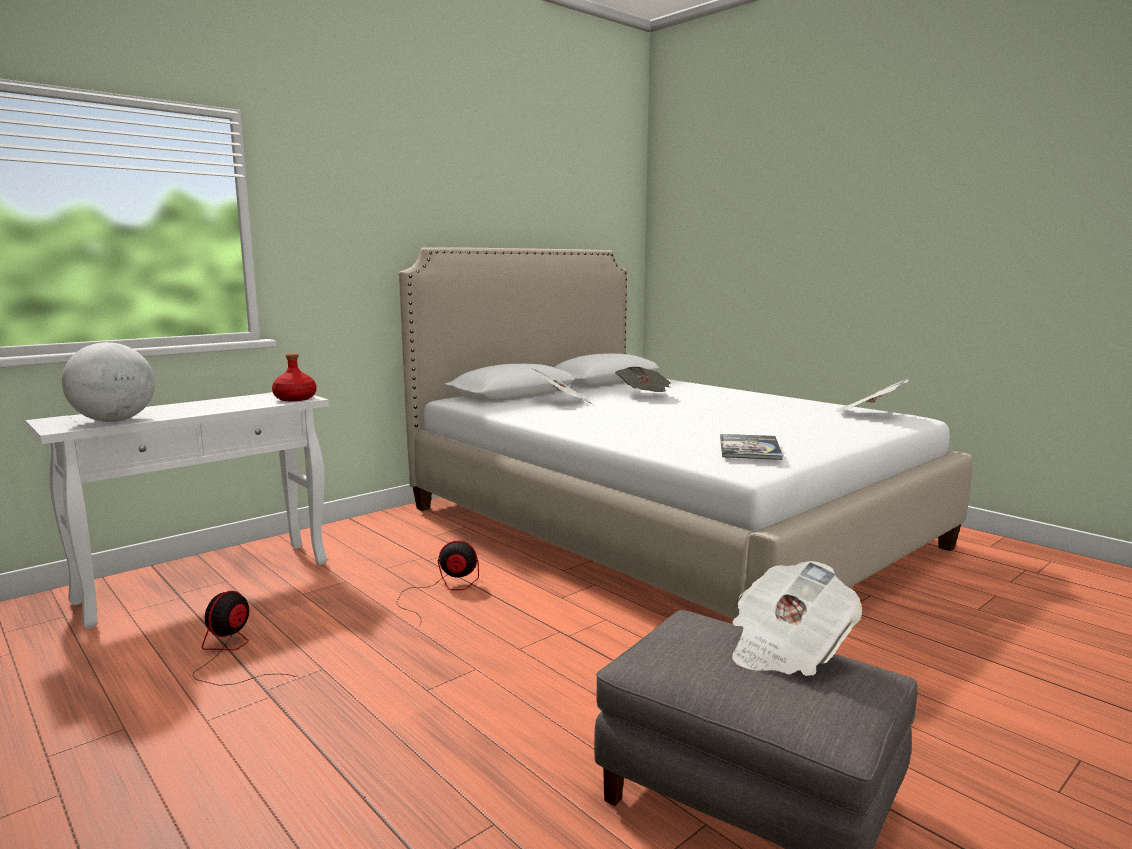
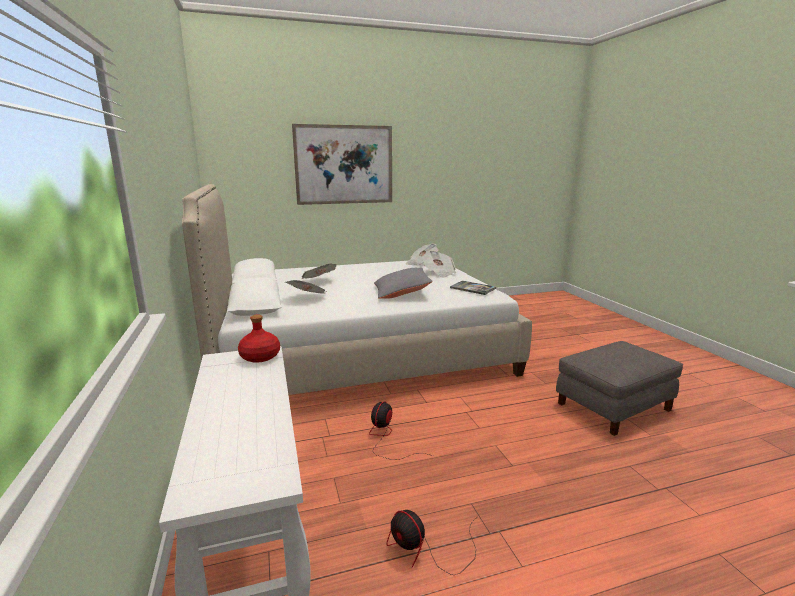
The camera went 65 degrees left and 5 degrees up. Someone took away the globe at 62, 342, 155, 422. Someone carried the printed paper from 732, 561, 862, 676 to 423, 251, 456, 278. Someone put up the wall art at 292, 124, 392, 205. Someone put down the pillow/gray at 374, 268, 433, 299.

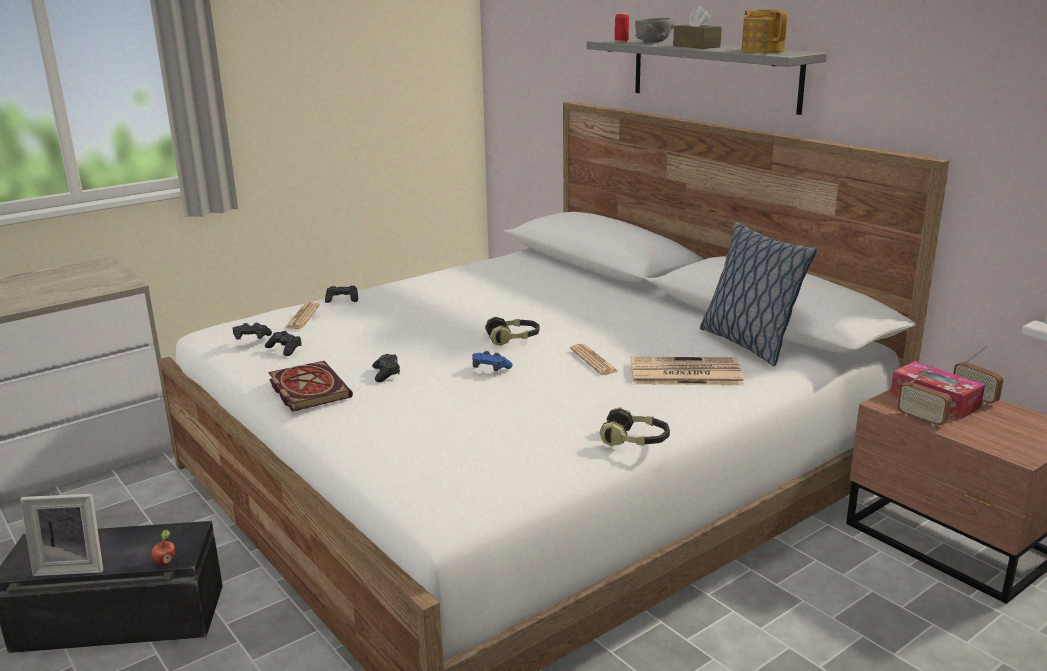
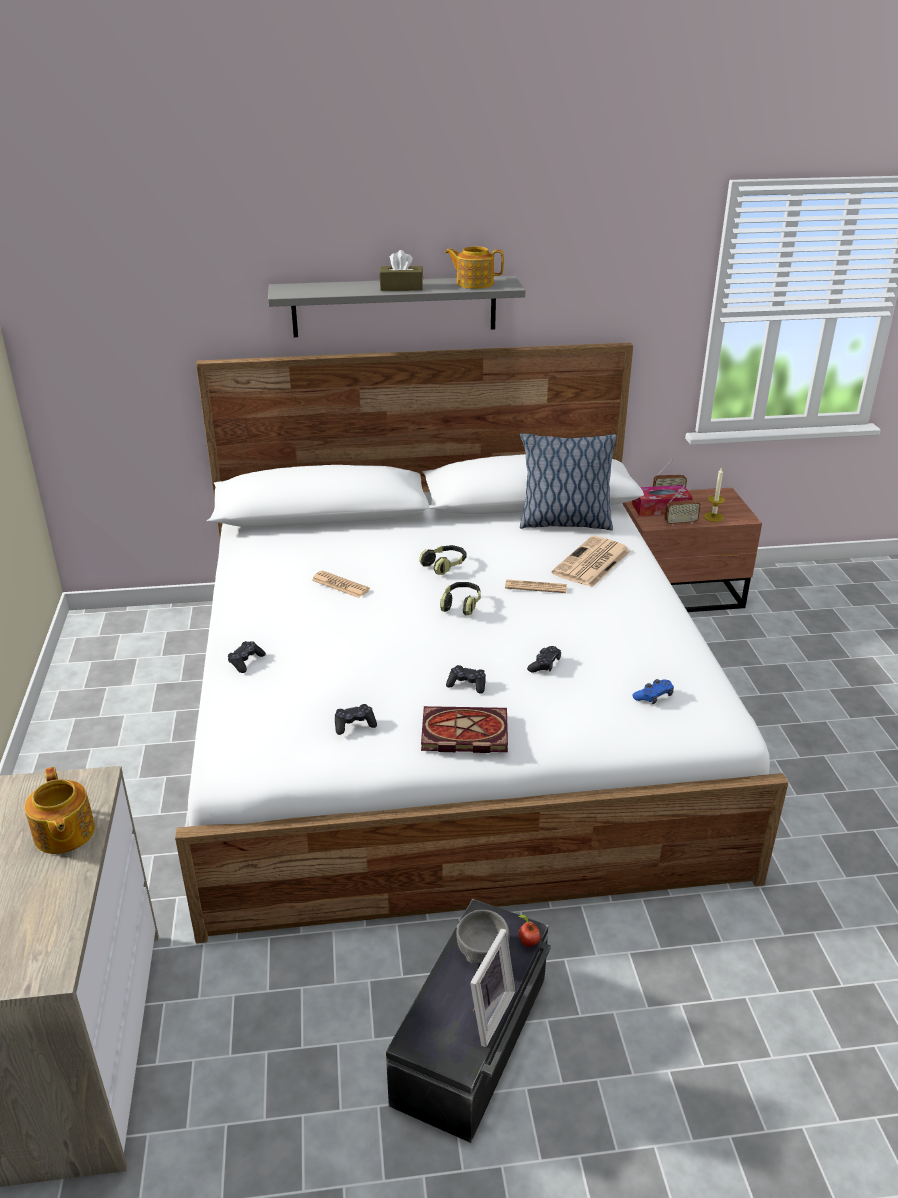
The camera went 60 degrees left and 10 degrees up. Someone carried the game controller/black from 232, 323, 272, 339 to 527, 646, 561, 673. Someone carried the printed paper from 285, 302, 320, 329 to 312, 571, 370, 598. Someone carried the game controller/blue from 472, 351, 513, 371 to 632, 679, 674, 704. Someone carried the headset from 599, 407, 670, 446 to 419, 545, 467, 575. Someone took away the sealed can at 615, 13, 629, 42. Someone carried the deep dish/gray from 635, 18, 674, 43 to 456, 910, 510, 964. Someone put down the pot for tea at 24, 767, 95, 854. Someone put down the wax candle at 703, 467, 725, 522.

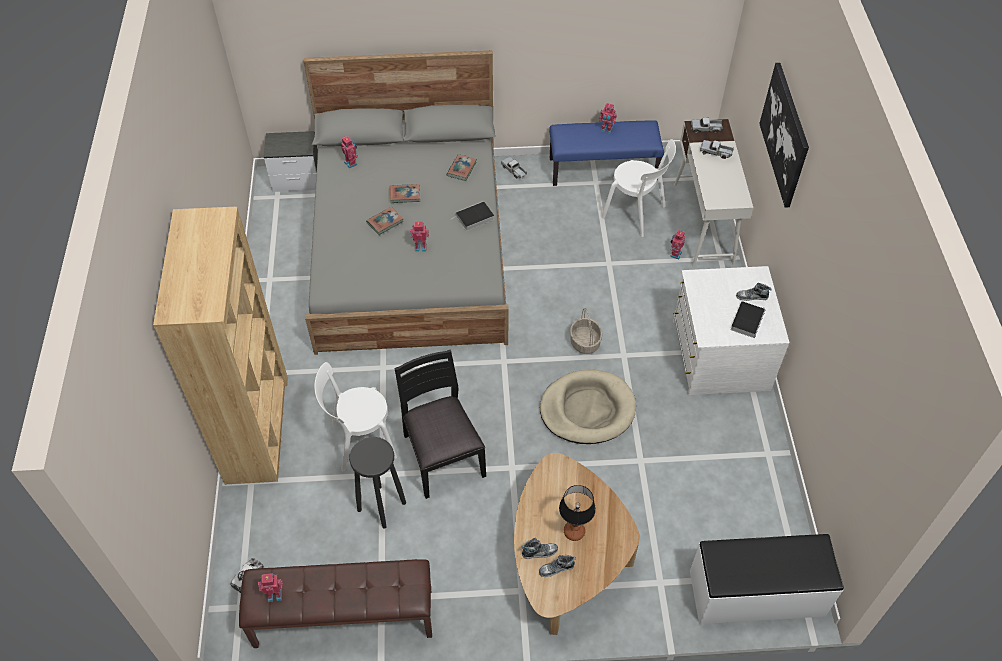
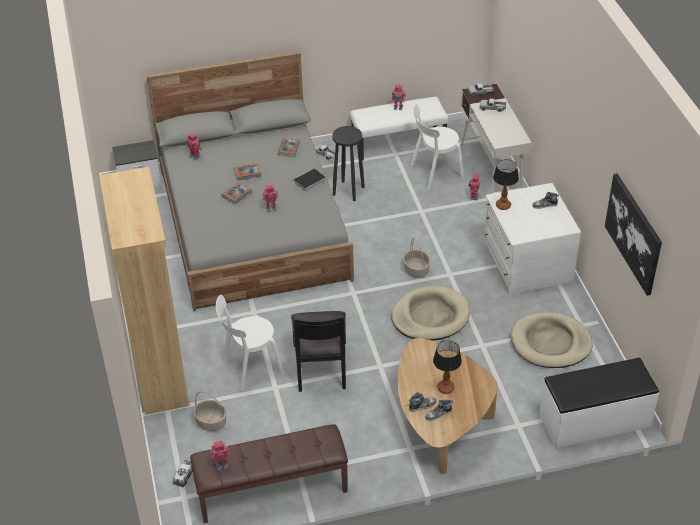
The camera went 10 degrees left and 10 degrees down. Someone carried the sitting stool/black from 349, 437, 406, 529 to 332, 126, 365, 201. Someone rotated the chair/black at 395, 350, 486, 499 by 150 degrees counterclockwise. Someone repainted the long seat/blue at 549, 120, 664, 186, which became the long seat/whitish at 350, 97, 449, 161. Someone rotated the chair/whitish at 601, 139, 676, 237 by 135 degrees clockwise. Someone took away the bound book at 731, 301, 766, 338. Someone carried the wall art from 759, 63, 809, 207 to 605, 173, 662, 296. Someone put down the basket at 193, 391, 227, 431. Someone put down the table lamp at 493, 159, 519, 210. Someone put down the dog cushion/beige at 511, 312, 592, 368.

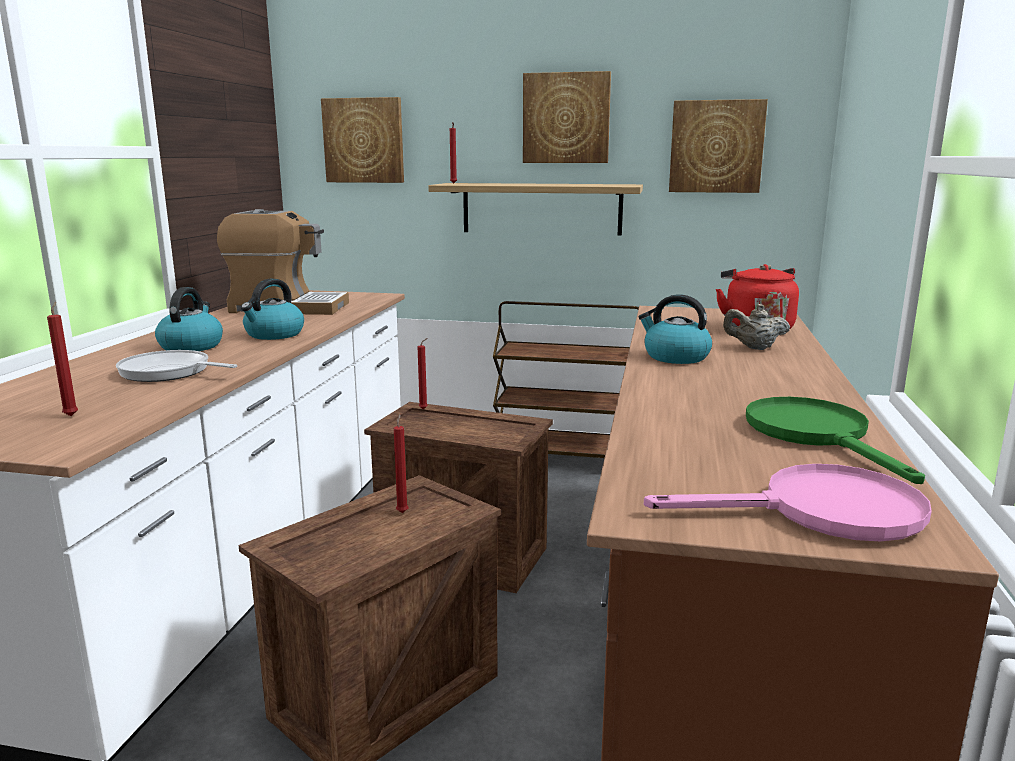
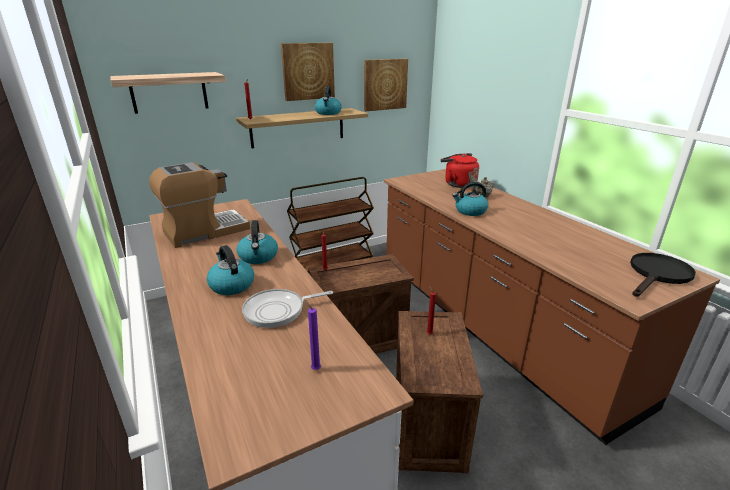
The camera went 40 degrees left and 10 degrees up. Someone repainted the wax candle/reddish at 47, 302, 78, 416, which became the wax candle/purplish at 305, 300, 321, 370. Someone swapped the wall art at 321, 97, 404, 183 for the wall shelf at 110, 72, 226, 114. Someone repainted the pan/pinkish at 644, 464, 932, 541, which became the pan/black at 630, 253, 696, 297. Someone took away the pan/green-coloured at 746, 397, 925, 484. Someone put down the water kettle at 315, 86, 342, 115.

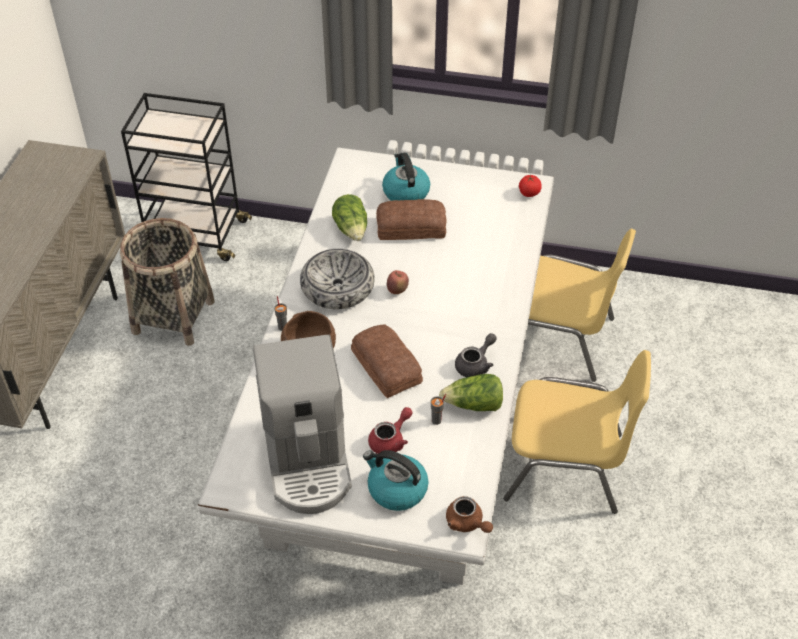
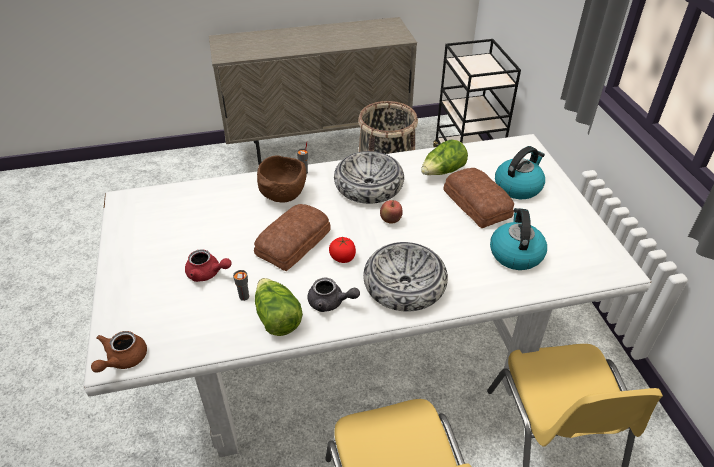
The camera went 65 degrees right and 5 degrees down. Someone took away the coffee brewer at 253, 334, 352, 514. Someone carried the water kettle from 363, 450, 429, 511 to 490, 208, 547, 270. Someone carried the whole tomato from 519, 175, 542, 197 to 329, 236, 356, 263. Someone put down the deep dish at 363, 242, 448, 312.

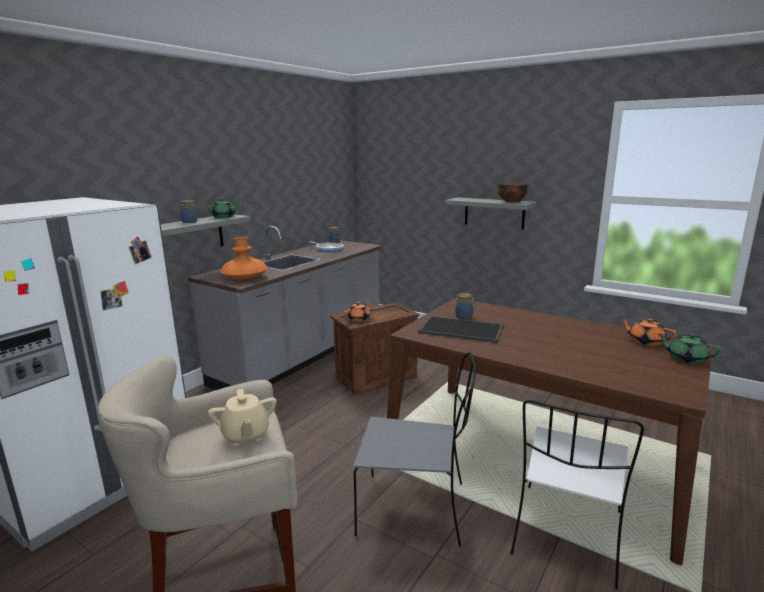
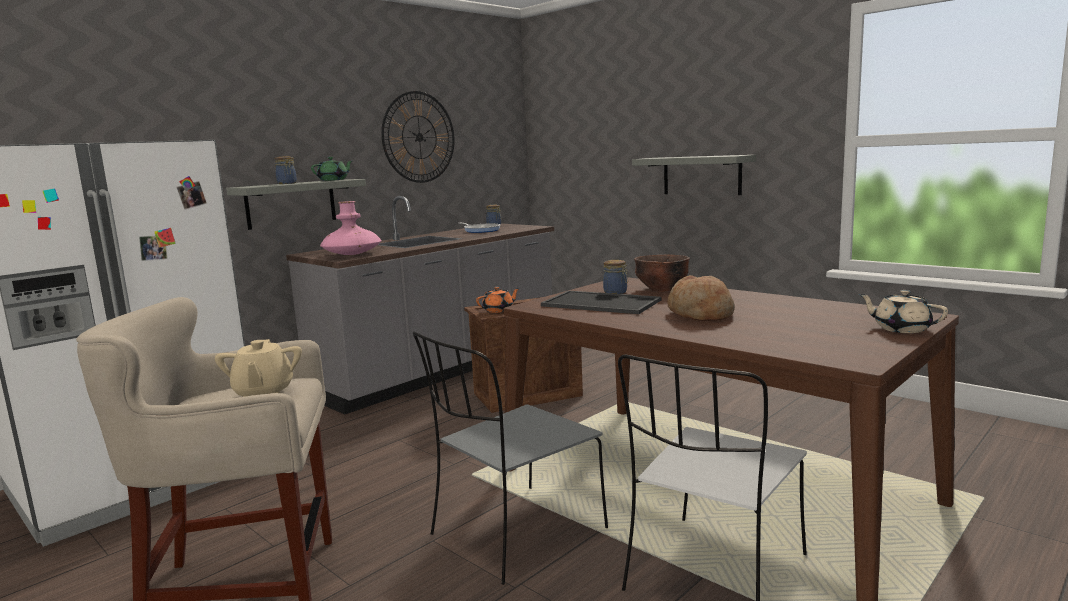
The camera went 10 degrees right and 5 degrees down. Someone repainted the flower vase/orangey at 220, 237, 268, 279, which became the flower vase/pinkish at 320, 201, 382, 255. Someone rotated the chair/gray at 354, 352, 476, 546 by 120 degrees clockwise. Someone carried the deep dish/brown-coloured from 497, 183, 529, 202 to 634, 254, 690, 291. Someone took away the pot for tea/orangey at 620, 318, 677, 346. Someone repainted the pot for tea/green-coloured at 658, 333, 722, 364, which became the pot for tea/beige at 859, 290, 948, 333. Someone put up the clock on the wall at 381, 91, 455, 183. Someone put down the bread at 667, 275, 735, 321.

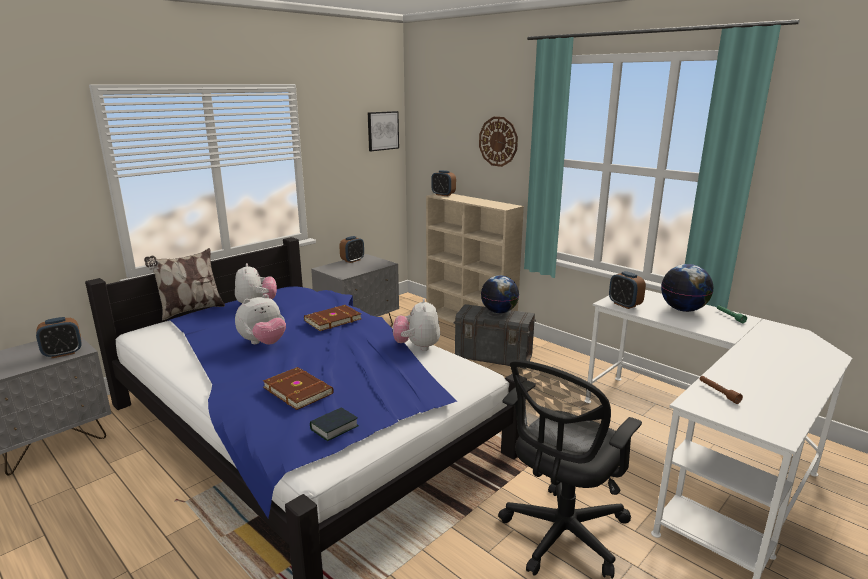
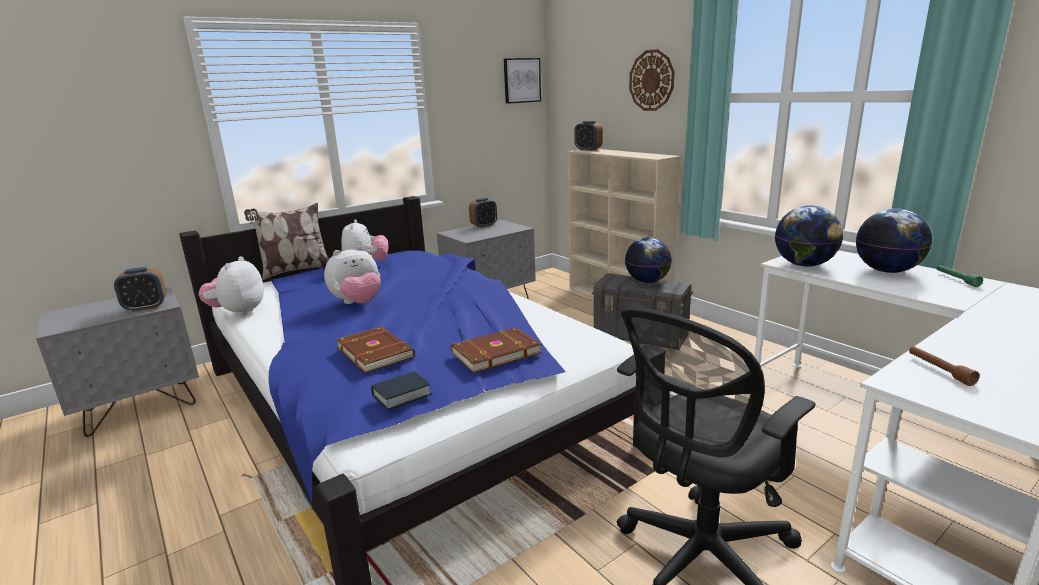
The camera went 10 degrees right and 0 degrees up. Someone carried the bound book/brown-coloured from 304, 305, 362, 331 to 451, 327, 542, 373. Someone carried the plush toy from 393, 298, 440, 351 to 198, 256, 264, 317. Someone swapped the table clock at 609, 271, 646, 309 for the globe at 775, 205, 843, 267.

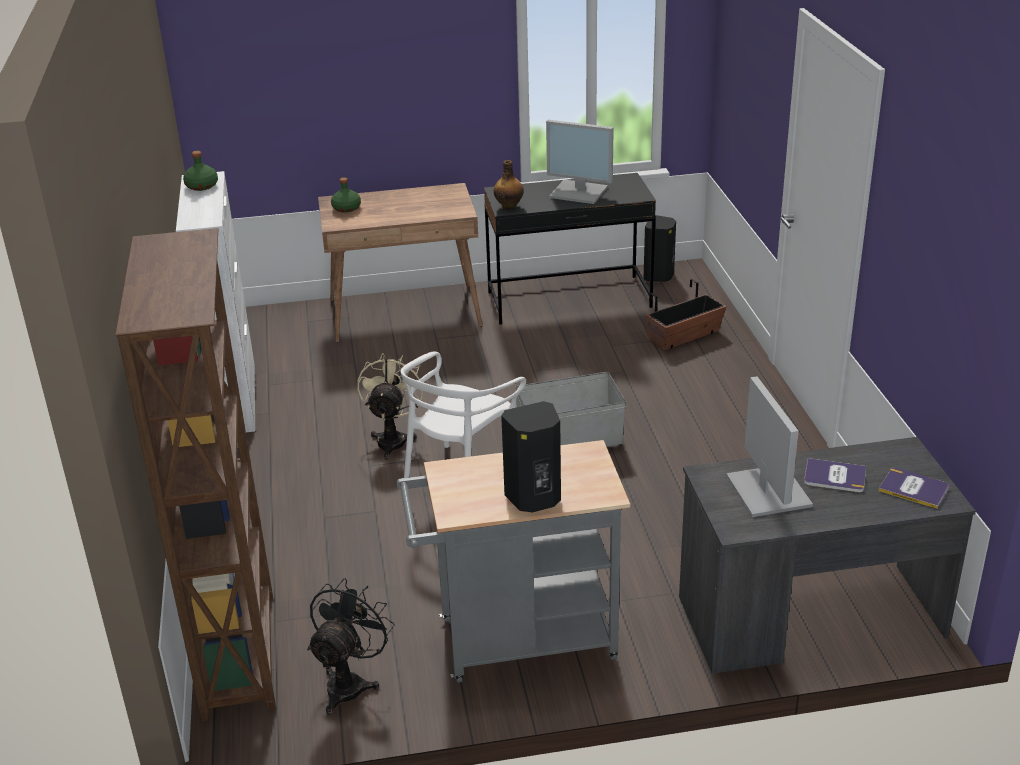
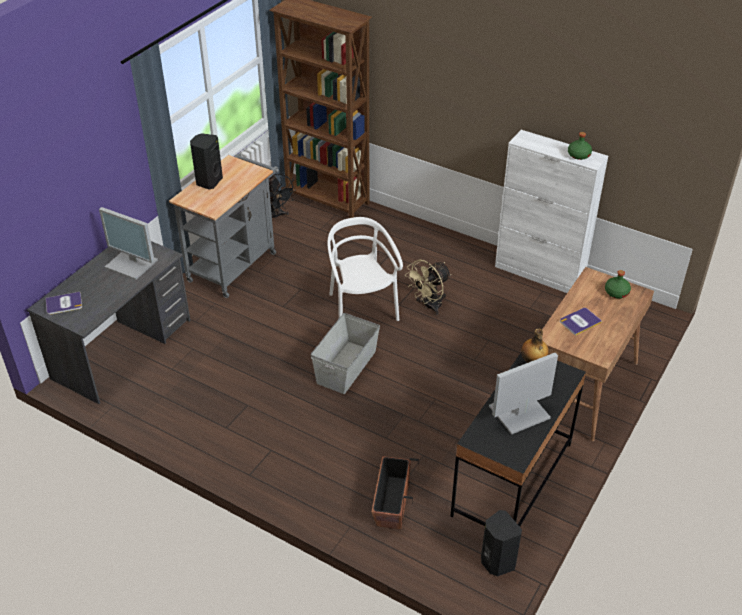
The camera went 130 degrees right and 10 degrees up. Someone rotated the fan/beige at 357, 353, 423, 459 by 90 degrees clockwise. Someone carried the bound book from 804, 458, 866, 492 to 560, 308, 602, 336.

